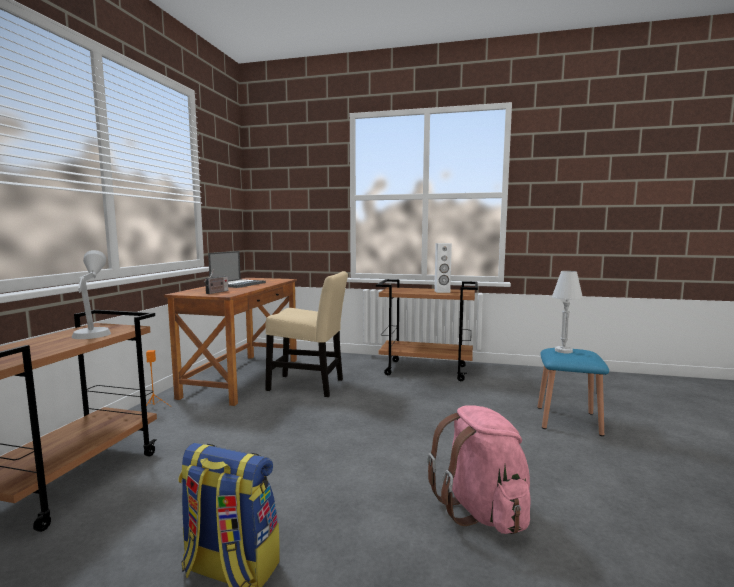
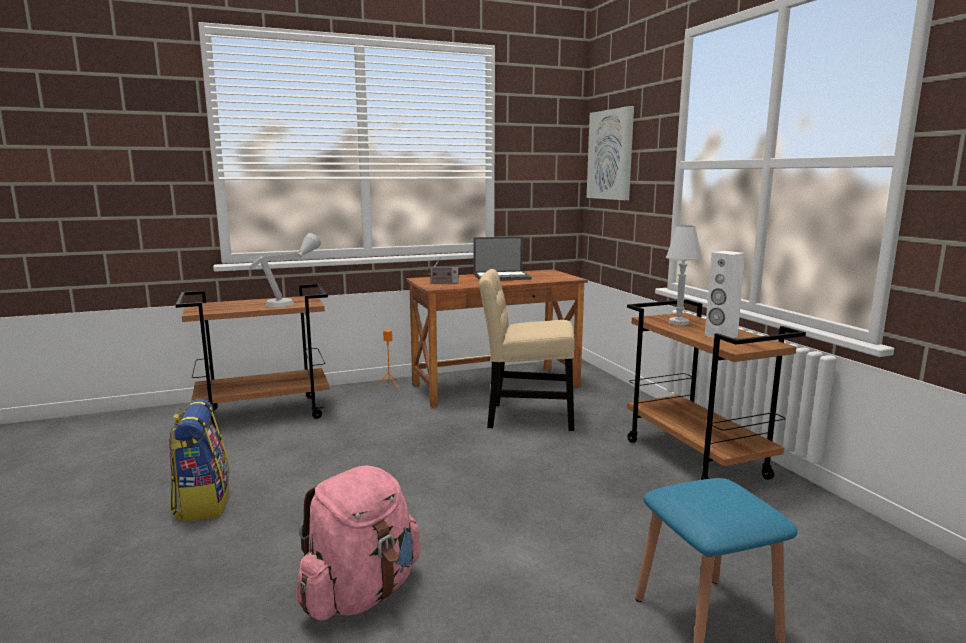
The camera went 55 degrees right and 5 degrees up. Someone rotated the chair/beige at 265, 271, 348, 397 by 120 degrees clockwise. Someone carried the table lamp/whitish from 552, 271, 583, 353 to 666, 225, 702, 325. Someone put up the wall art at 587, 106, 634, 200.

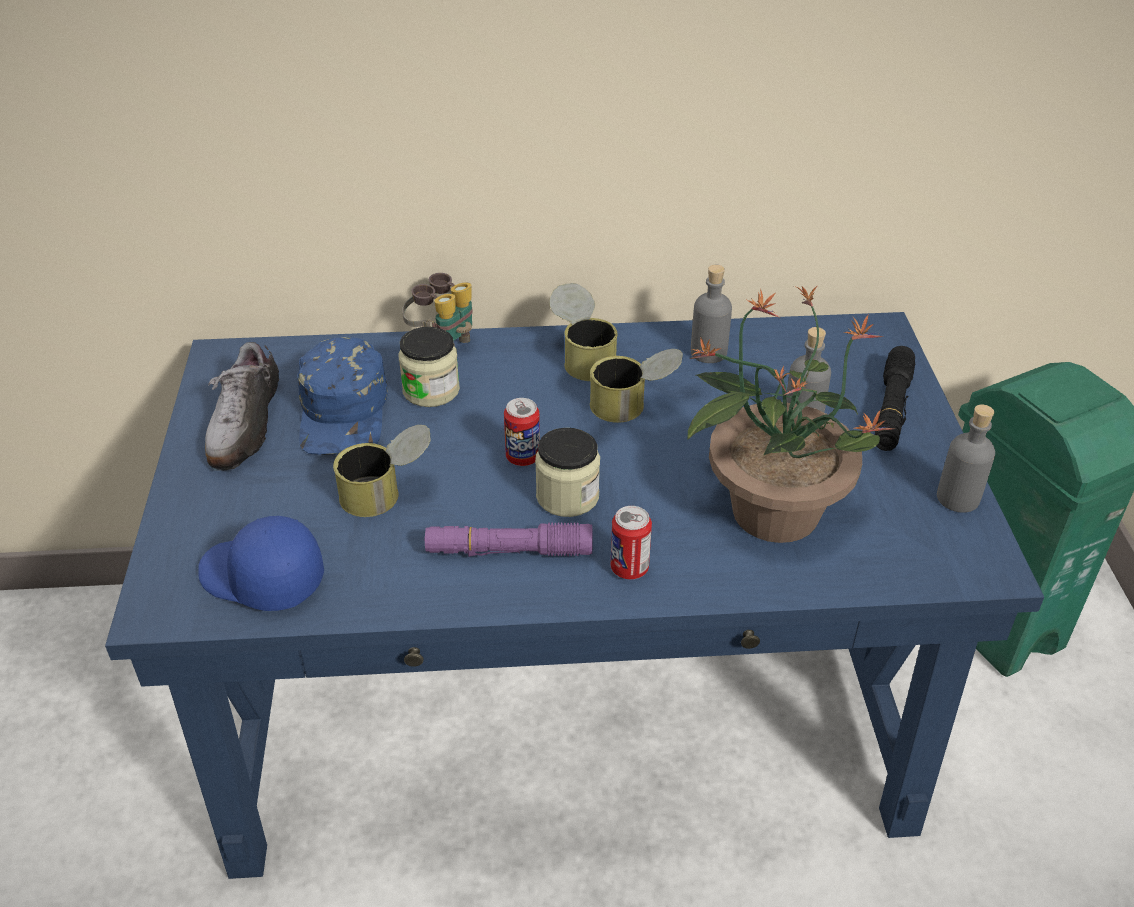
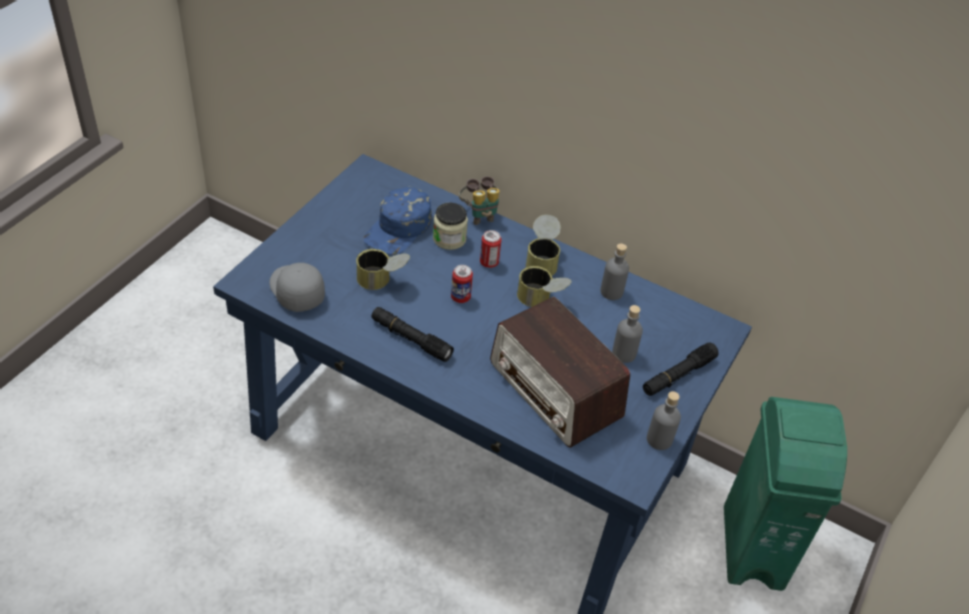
The camera went 30 degrees right and 5 degrees up. Someone repainted the baseball cap/blue at 198, 516, 324, 611, which became the baseball cap/gray at 269, 262, 325, 312. Someone took away the shoe at 205, 342, 279, 471. Someone repainted the hand torch/purplish at 424, 523, 592, 557, which became the hand torch/black at 371, 307, 454, 362. Someone took away the jar at 535, 428, 600, 517. Someone carried the sealed can from 611, 506, 652, 579 to 480, 230, 502, 268. Someone swapped the houseplant at 687, 286, 894, 543 for the radio at 490, 297, 630, 448.

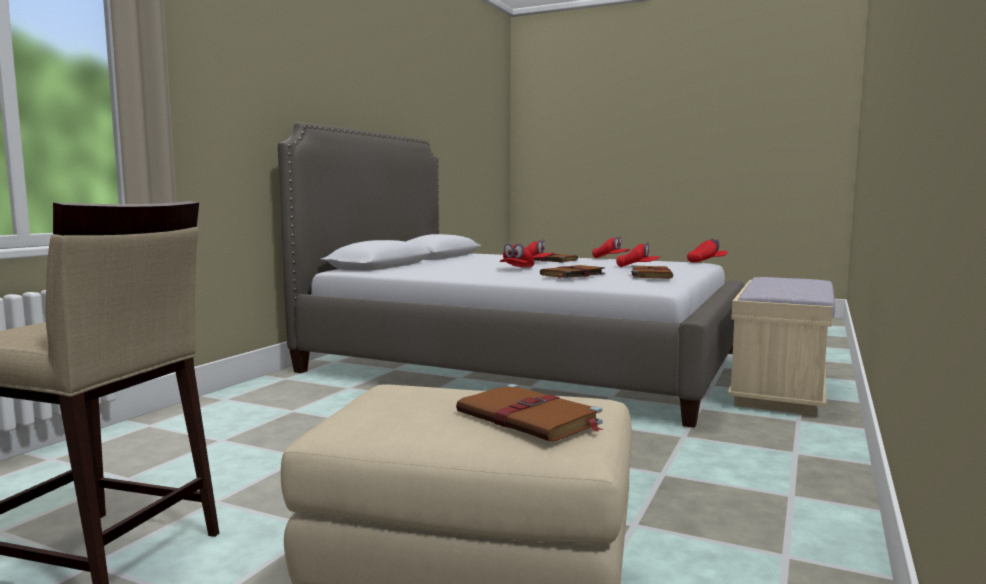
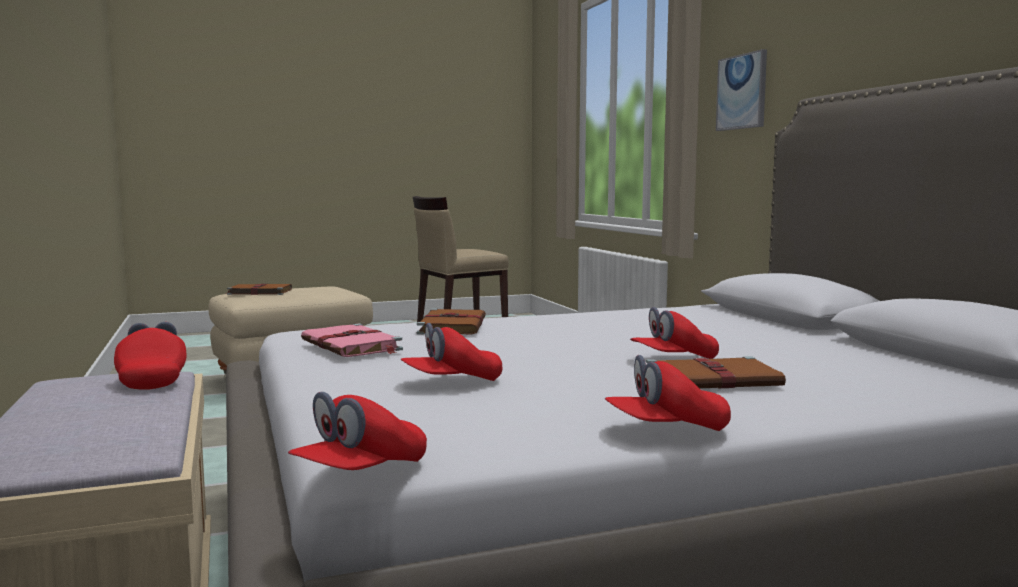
The camera went 135 degrees right and 0 degrees up. Someone carried the baseball cap/reddish from 500, 243, 535, 267 to 114, 322, 186, 390. Someone repainted the bound book/brown-coloured at 631, 265, 673, 279, which became the bound book/pinkish at 301, 323, 403, 357. Someone put up the wall art at 716, 49, 767, 131.

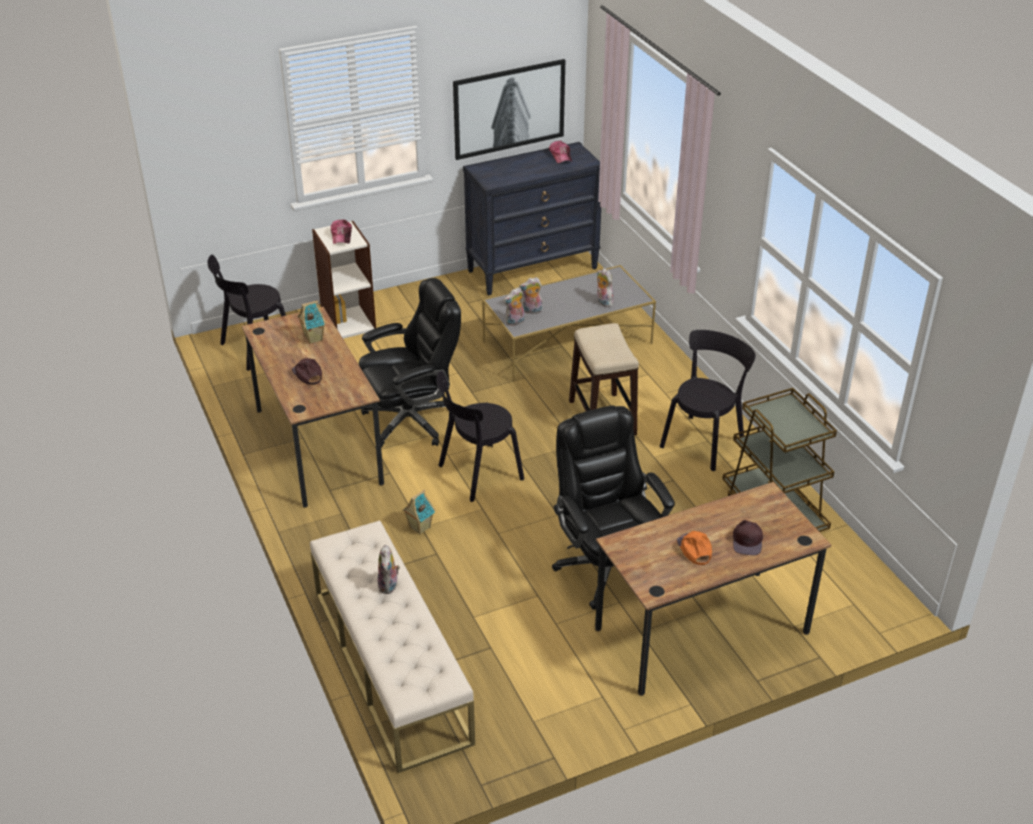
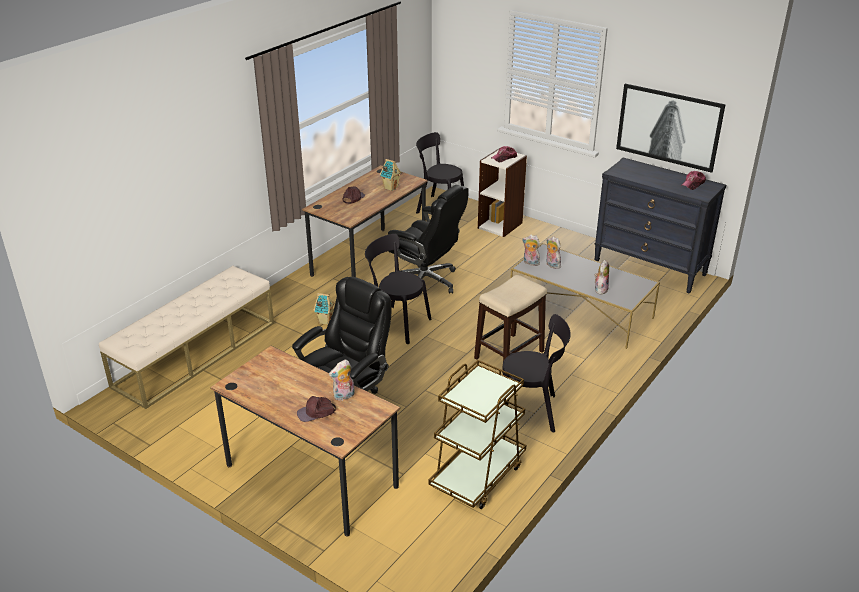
The camera went 60 degrees right and 5 degrees down. Someone carried the plush toy from 378, 545, 400, 594 to 329, 359, 355, 401. Someone took away the baseball cap/orangey at 677, 531, 712, 565.

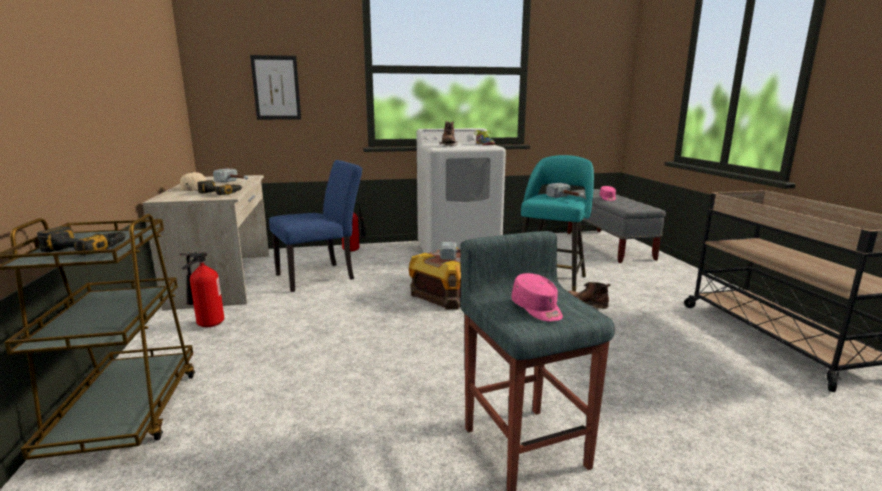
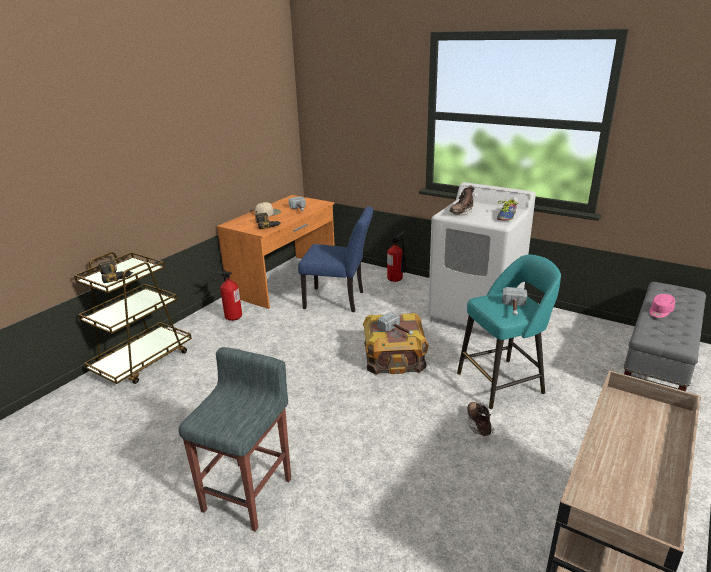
The camera went 45 degrees right and 10 degrees up. Someone repainted the desk table/beige at 143, 175, 269, 311, which became the desk table/orangey at 217, 195, 335, 309. Someone took away the wall art at 250, 55, 301, 120. Someone took away the baseball cap/pinkish at 511, 273, 563, 322.

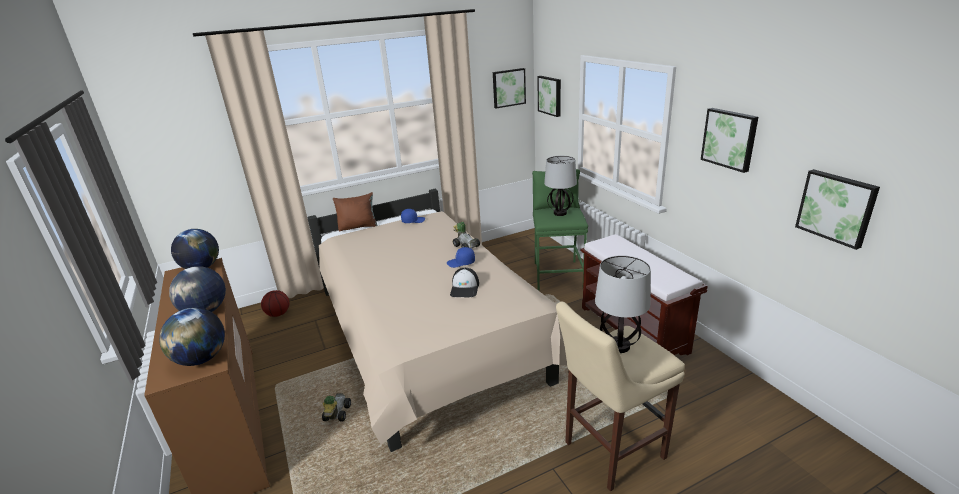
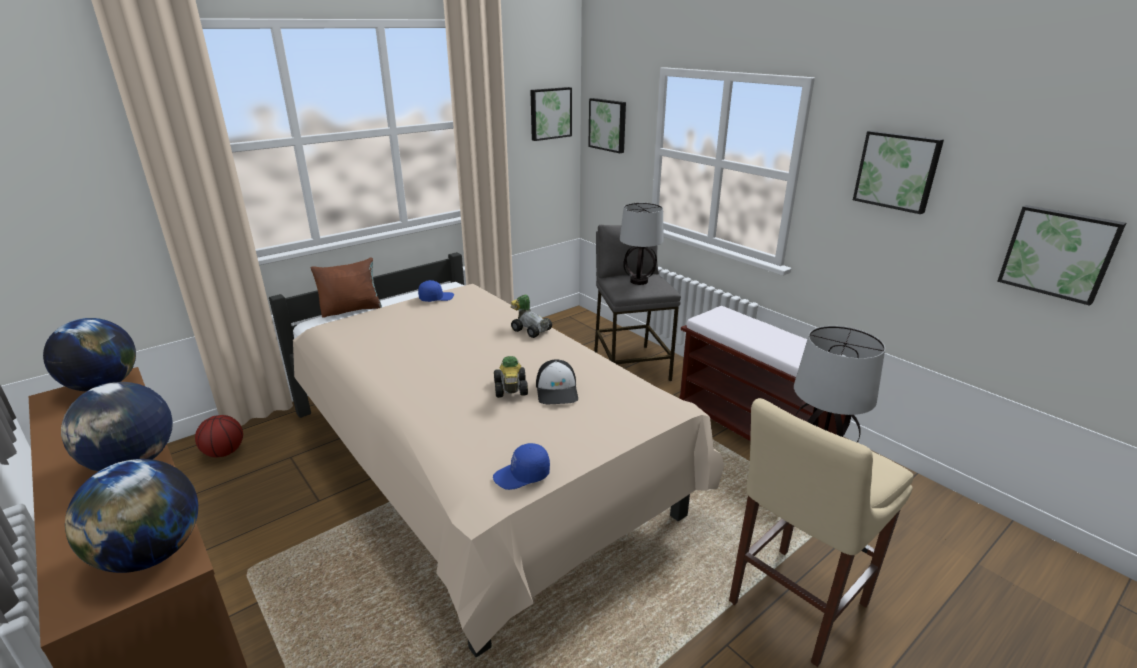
The camera went 15 degrees left and 0 degrees up. Someone carried the miniature car from 322, 393, 351, 422 to 494, 356, 528, 398. Someone carried the baseball cap/blue from 447, 247, 475, 268 to 493, 443, 550, 490. Someone repainted the sitting stool/green-coloured at 532, 169, 588, 290, which became the sitting stool/gray at 594, 225, 681, 381.

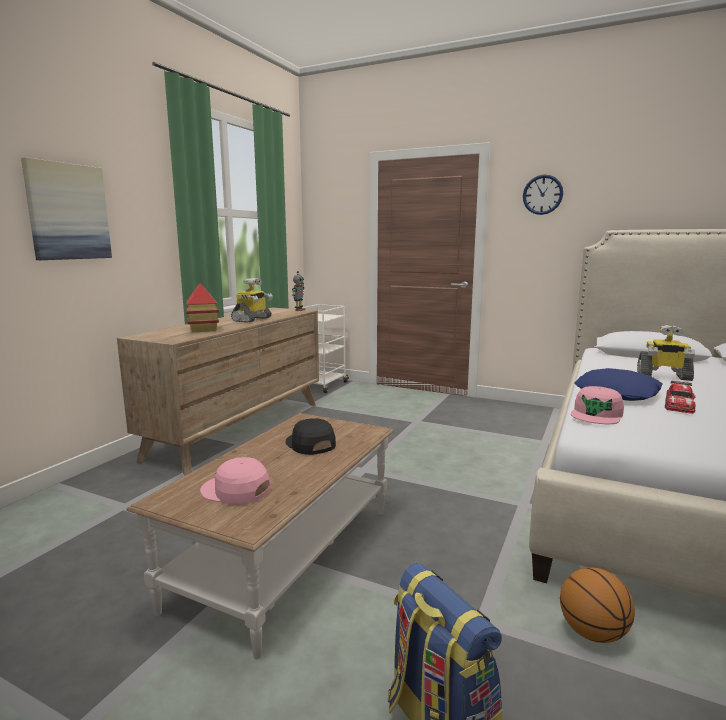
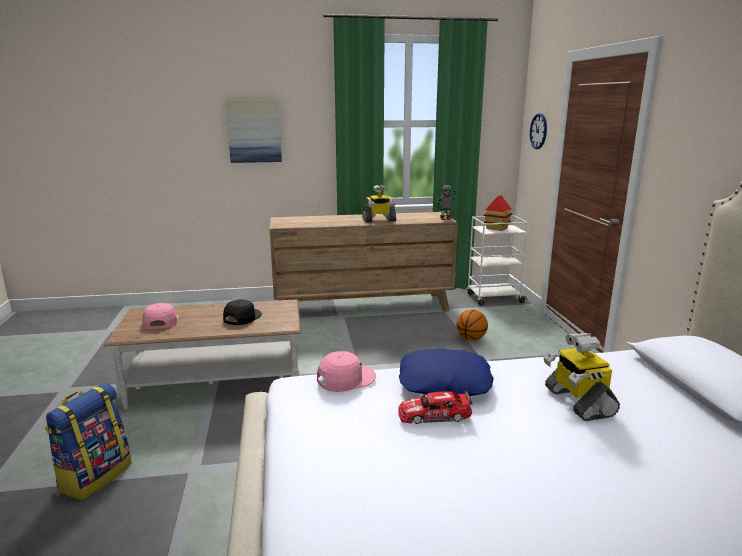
The camera went 55 degrees right and 5 degrees up. Someone carried the toy house from 185, 283, 219, 333 to 484, 195, 512, 231. Someone carried the clock on the wall from 523, 174, 563, 215 to 530, 113, 547, 149. Someone carried the basketball from 560, 567, 635, 643 to 457, 309, 488, 341. Someone rotated the baseball cap/pinkish at 571, 386, 624, 424 by 150 degrees clockwise.

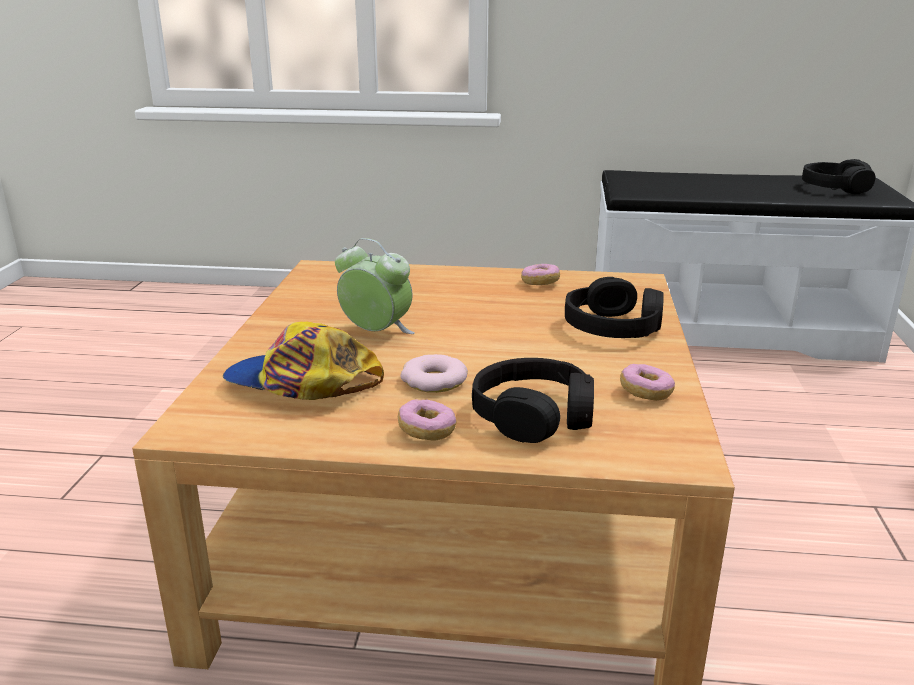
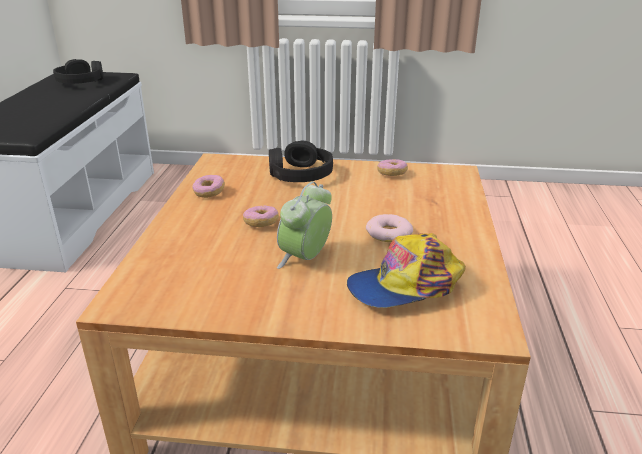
The camera went 90 degrees left and 5 degrees up. Someone rotated the baseball cap at 223, 322, 384, 400 by 45 degrees clockwise. Someone carried the doughnut from 398, 400, 456, 441 to 243, 205, 279, 227. Someone took away the headset/black at 472, 358, 594, 443.

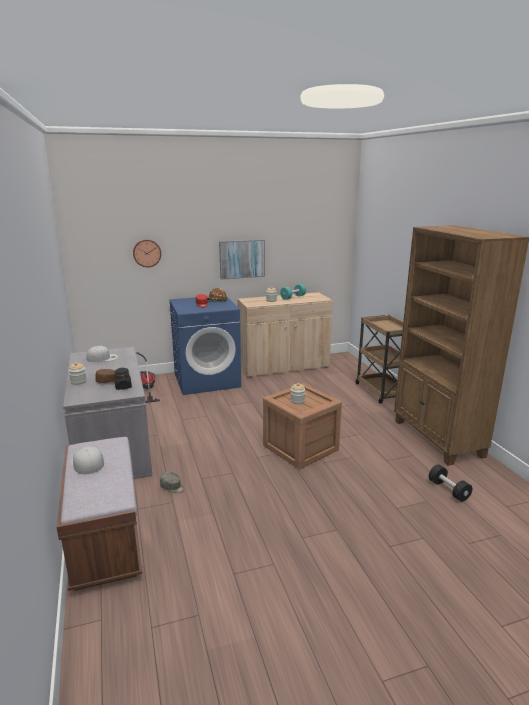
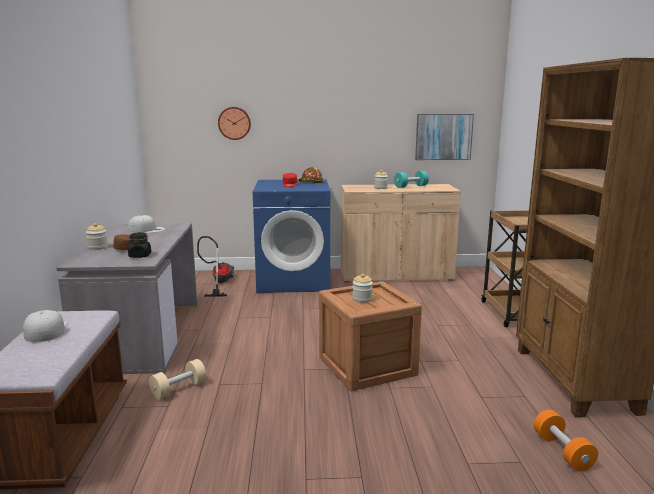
The camera went 15 degrees right and 5 degrees down. Someone swapped the baseball cap/gray at 160, 471, 185, 493 for the dumbbell/beige at 149, 359, 206, 400. Someone carried the wall art from 219, 240, 265, 280 to 415, 114, 474, 160. Someone repainted the dumbbell/black at 429, 465, 473, 502, which became the dumbbell/orangey at 534, 410, 598, 471.

